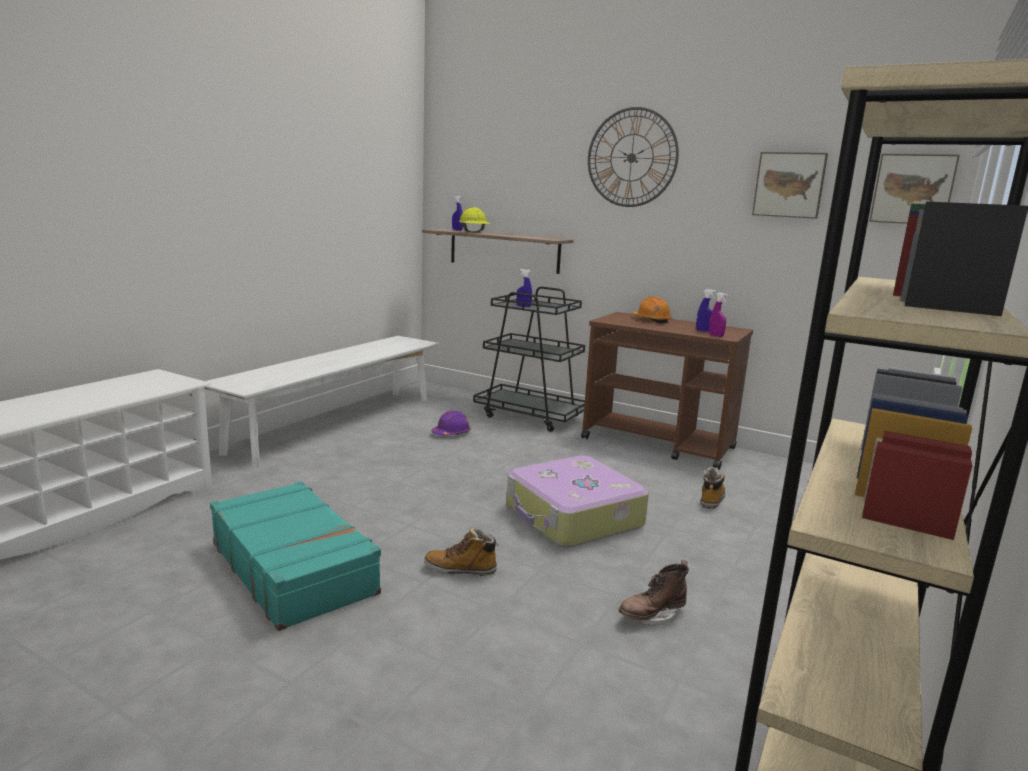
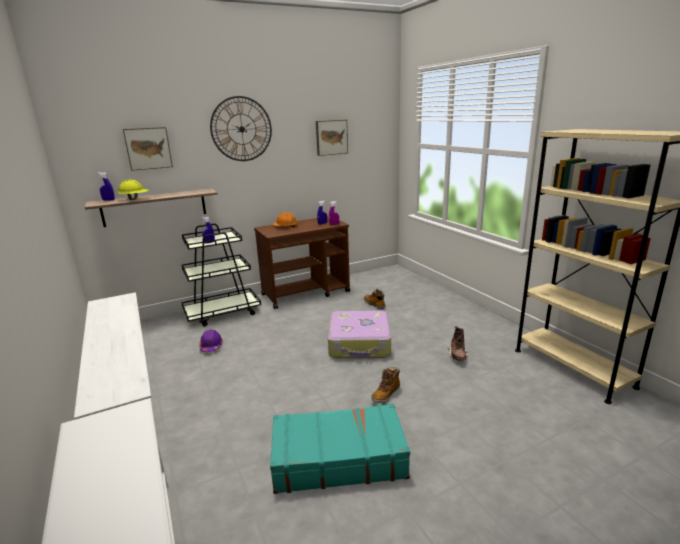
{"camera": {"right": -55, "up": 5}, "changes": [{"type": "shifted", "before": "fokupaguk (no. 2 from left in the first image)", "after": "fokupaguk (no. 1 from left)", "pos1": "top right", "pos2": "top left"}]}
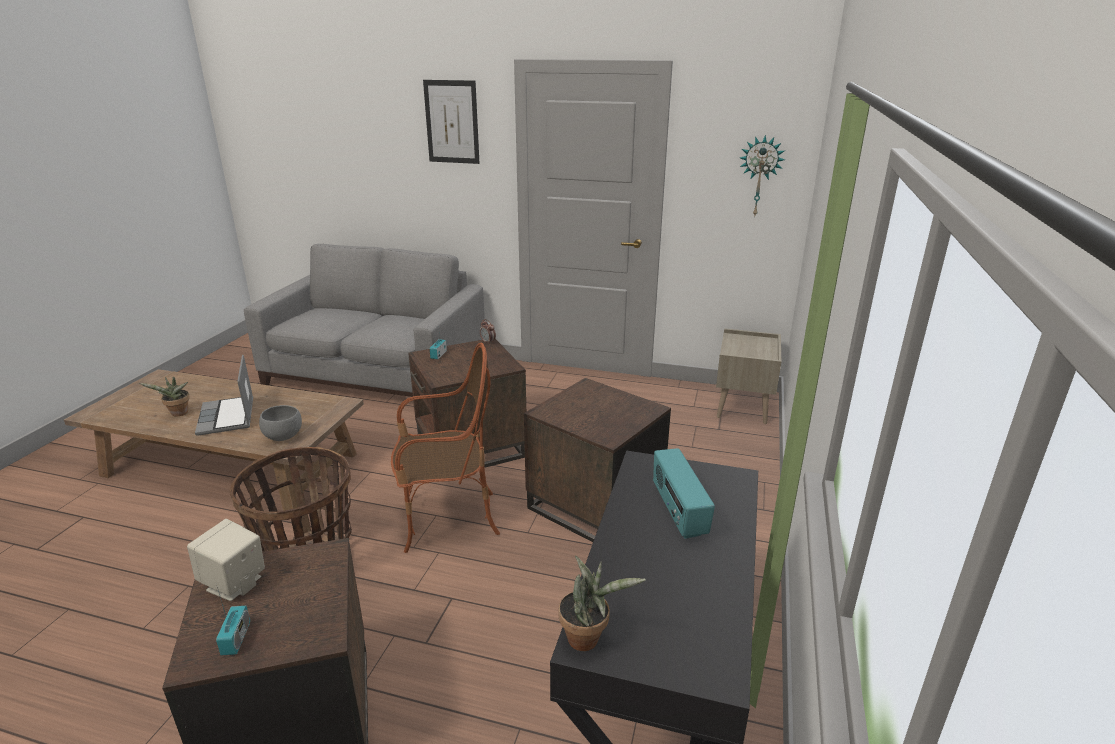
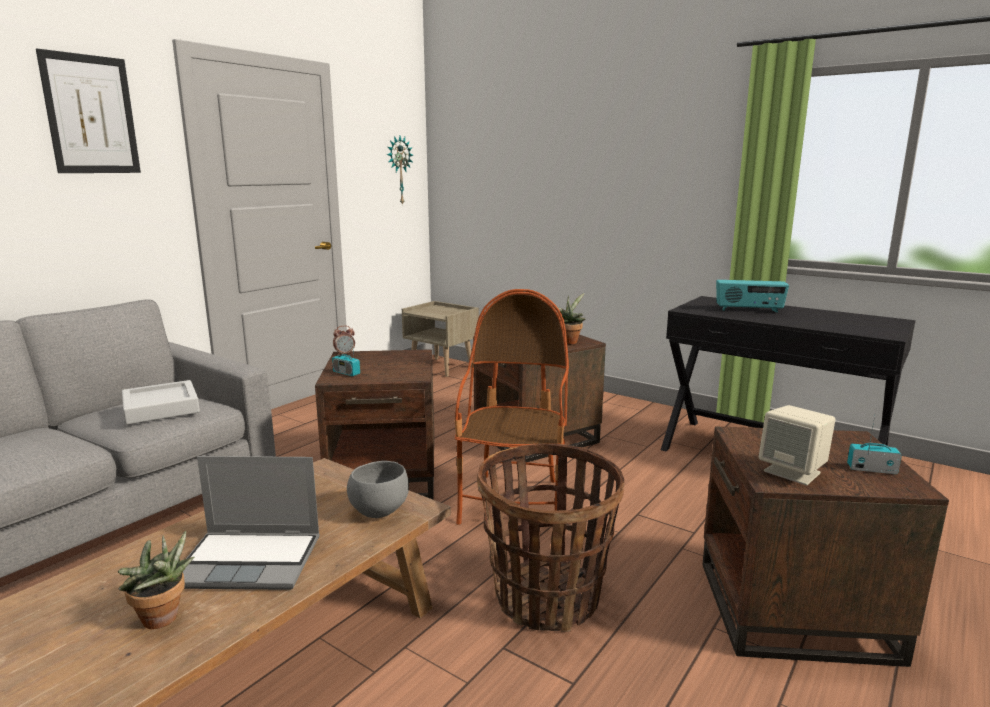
{"camera": {"right": -70, "up": -10}, "changes": [{"type": "shifted", "before": "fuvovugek (no. 2 from left)", "pos1": "bottom centre", "pos2": "centre"}, {"type": "new", "after": "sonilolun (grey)", "pos2": "middle left"}]}
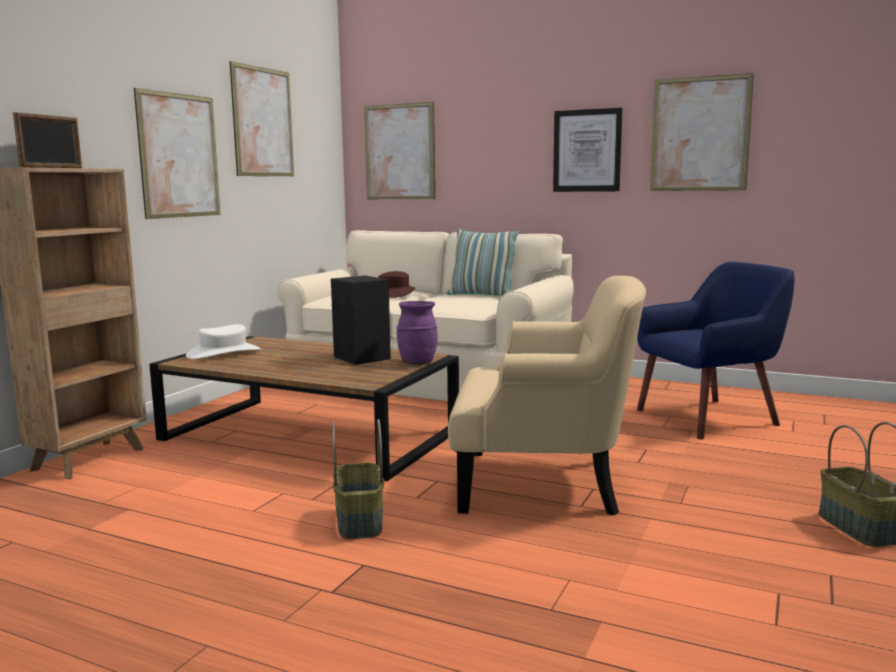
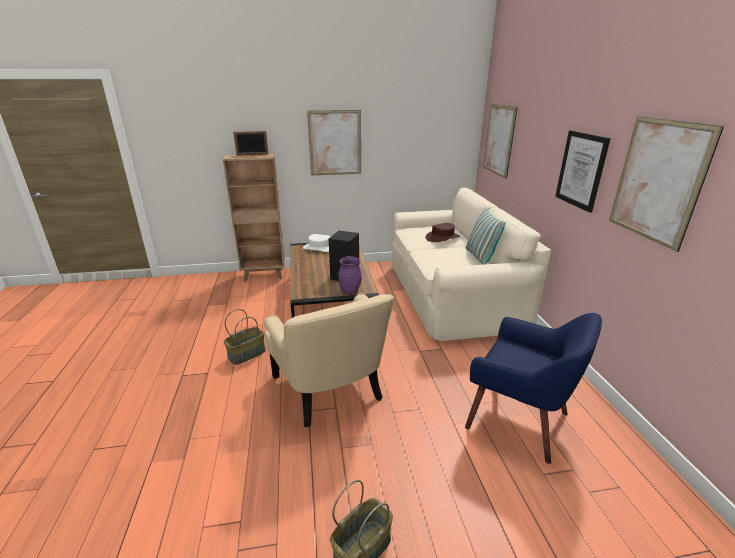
{"camera": {"right": 55, "up": 15}, "changes": [{"type": "gone", "before": "fokupaguk (no. 2 from left)", "pos1": "top left"}]}
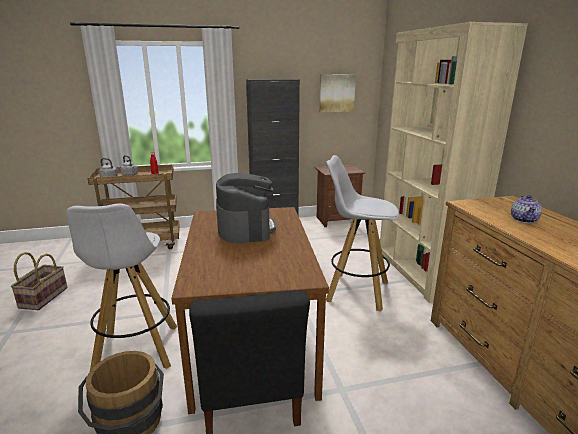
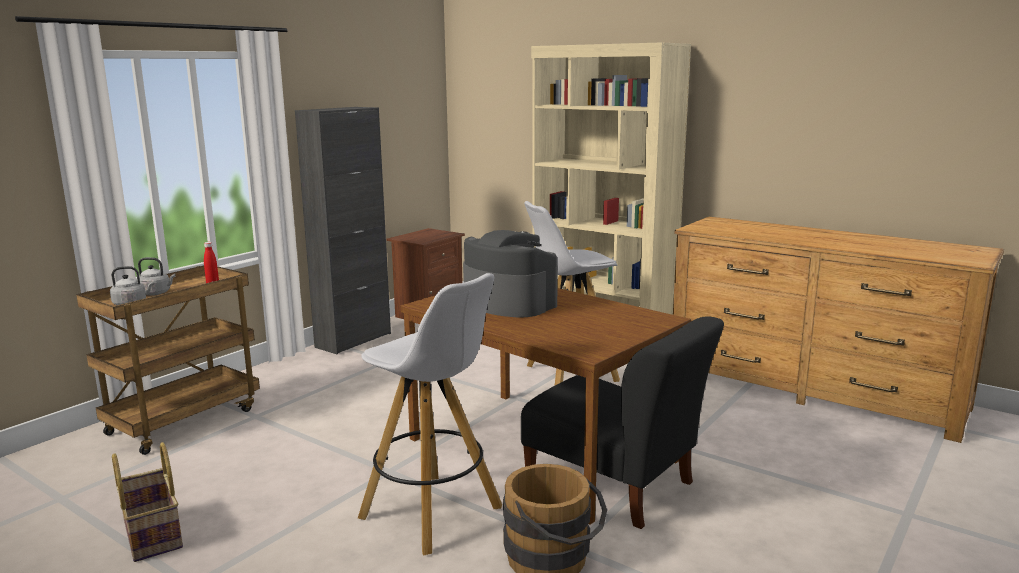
{"camera": {"right": -40, "up": -5}, "changes": [{"type": "gone", "before": "fokupaguk", "pos1": "top centre"}, {"type": "gone", "before": "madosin", "pos1": "middle right"}]}
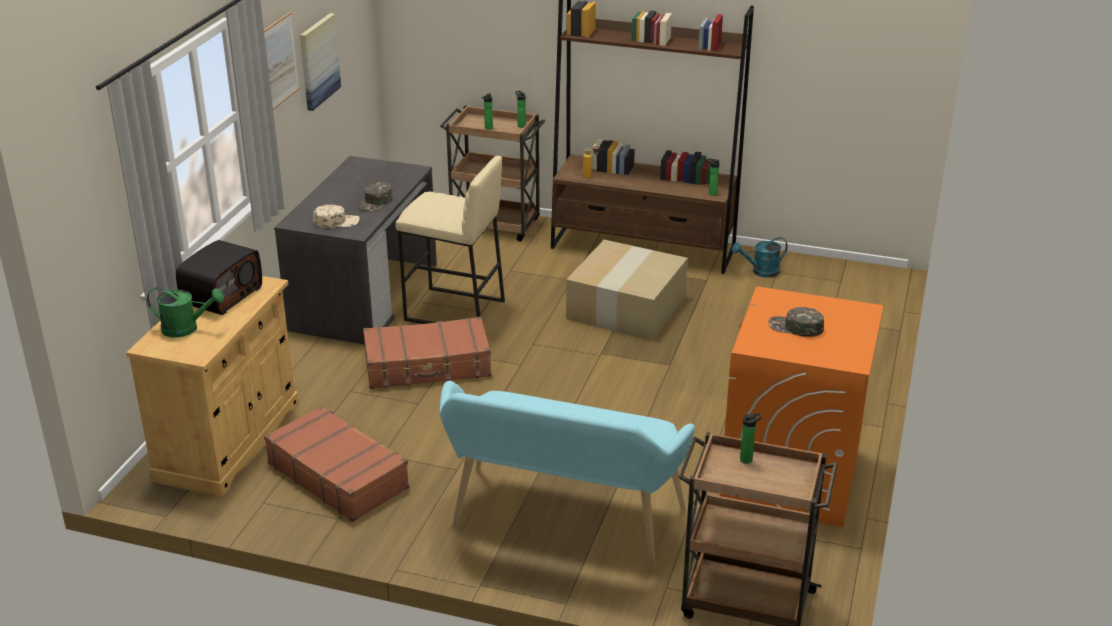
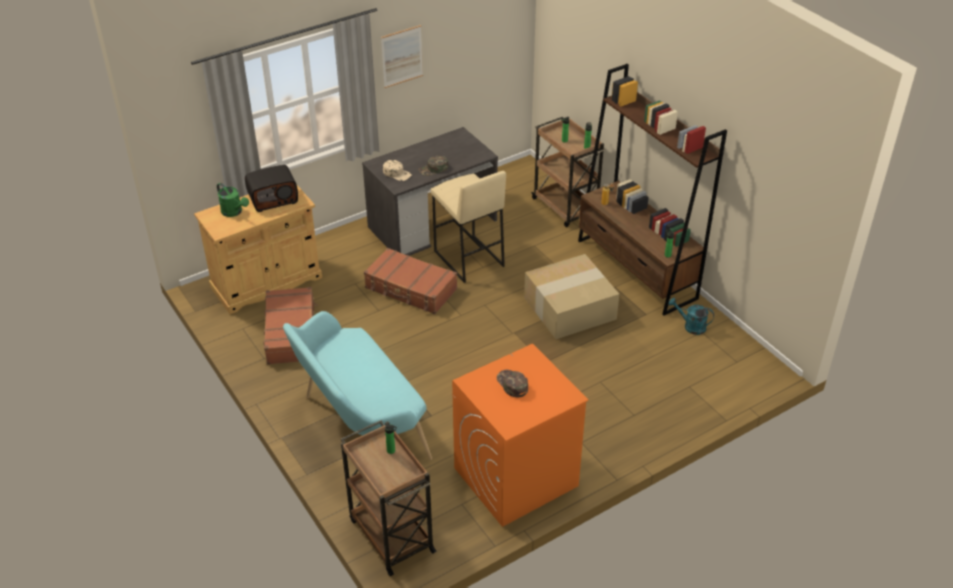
{"camera": {"right": 40, "up": 10}, "changes": [{"type": "gone", "before": "fokupaguk (no. 2 from left)", "pos1": "top left"}]}
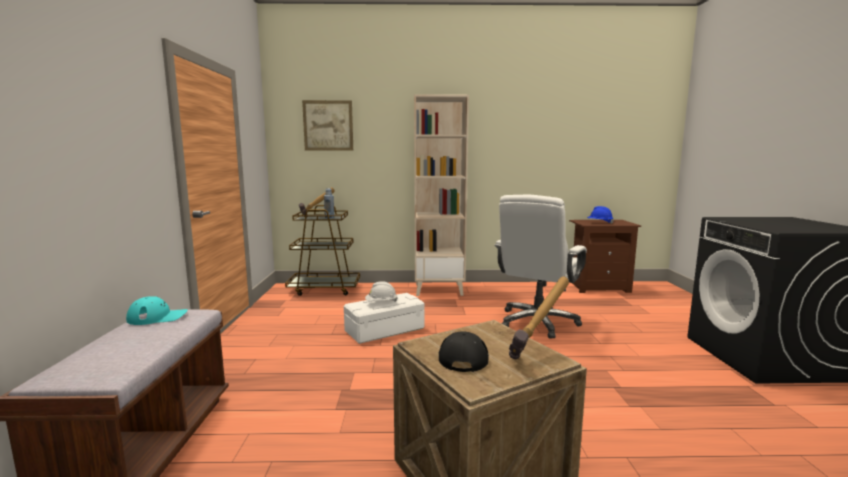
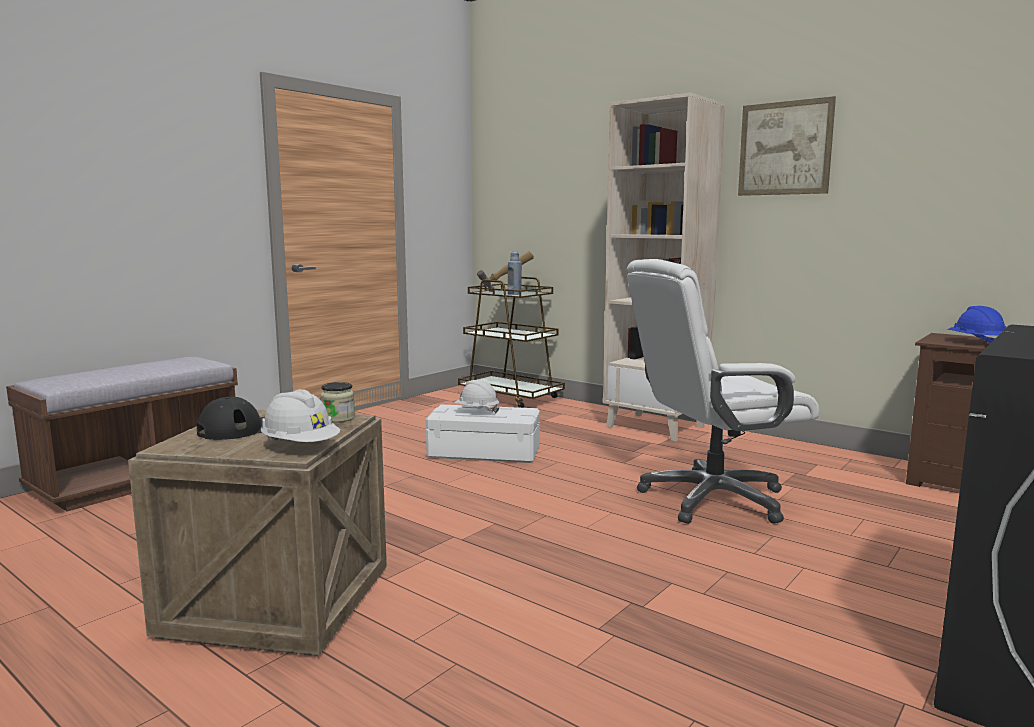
{"camera": {"right": 40, "up": 0}, "changes": [{"type": "shifted", "before": "fokupaguk", "pos1": "top centre", "pos2": "top right"}, {"type": "swapped", "before": "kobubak (no. 2 from left)", "after": "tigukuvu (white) (no. 1 from left)", "pos1": "bottom centre", "pos2": "middle left"}, {"type": "gone", "before": "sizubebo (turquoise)", "pos1": "middle left"}, {"type": "new", "after": "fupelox", "pos2": "middle left"}]}
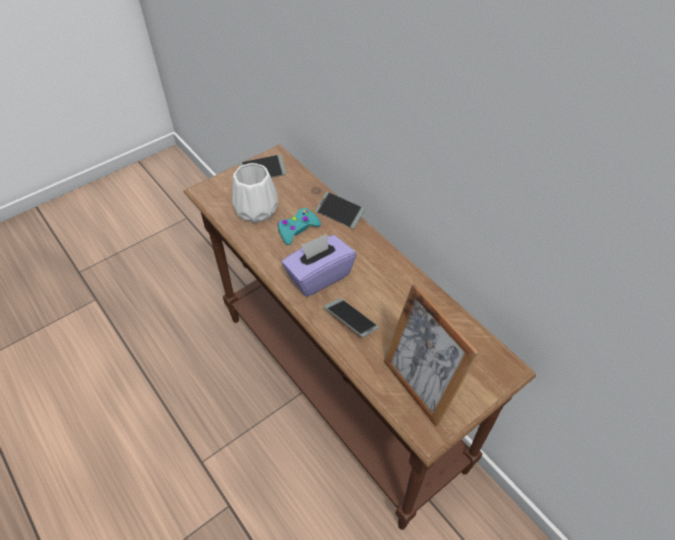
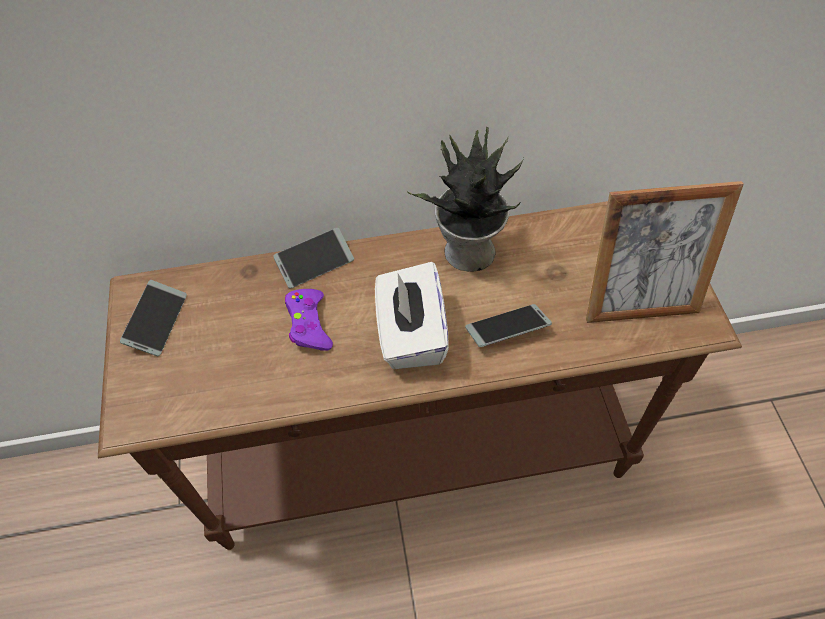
{"camera": {"right": -60, "up": 5}, "changes": [{"type": "gone", "before": "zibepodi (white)", "pos1": "centre"}, {"type": "repainted", "before": "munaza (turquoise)", "after": "munaza (purple)", "pos1": "centre", "pos2": "centre"}, {"type": "repainted", "before": "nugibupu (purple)", "after": "nugibupu (white)", "pos1": "centre", "pos2": "centre"}, {"type": "new", "after": "fuvovugek", "pos2": "top centre"}]}
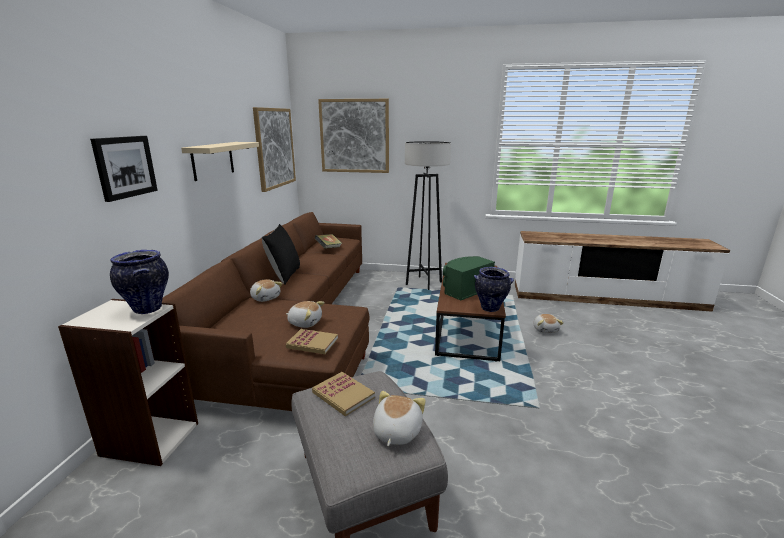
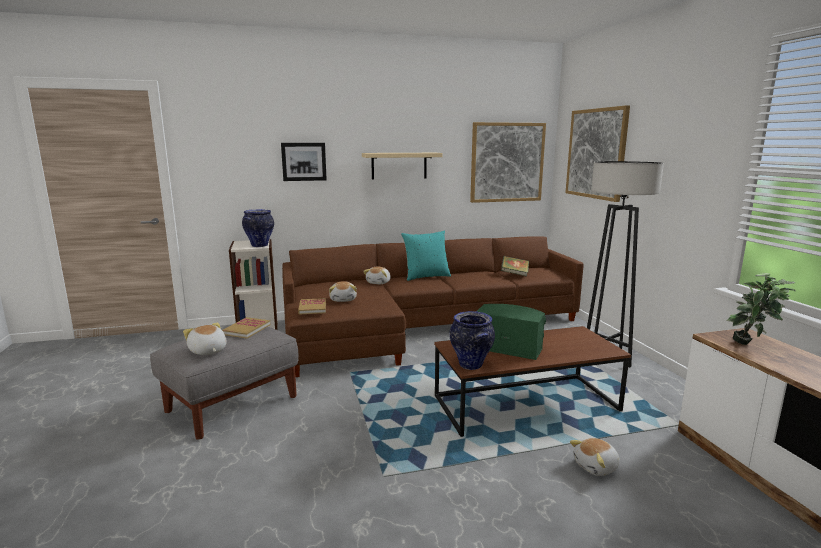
{"camera": {"right": 65, "up": -5}, "changes": [{"type": "repainted", "before": "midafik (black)", "after": "midafik (turquoise)", "pos1": "centre", "pos2": "centre"}, {"type": "rotated", "before": "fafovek (no. 3 from left in the first image)", "pos1": "bottom centre", "pos2": "middle left", "turn": -120}, {"type": "new", "after": "fuvovugek", "pos2": "middle right"}]}
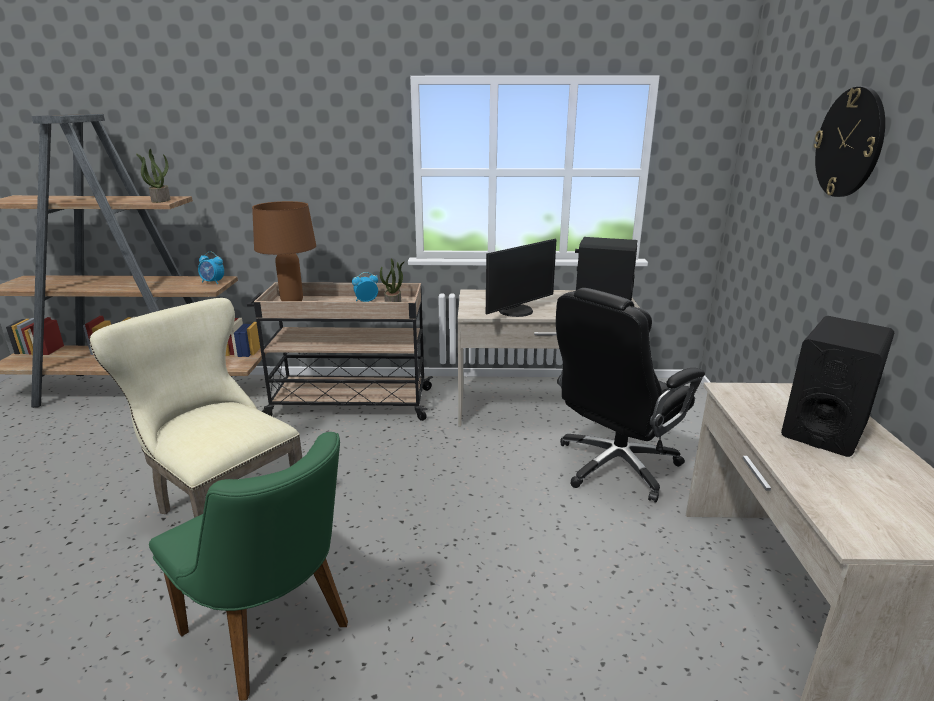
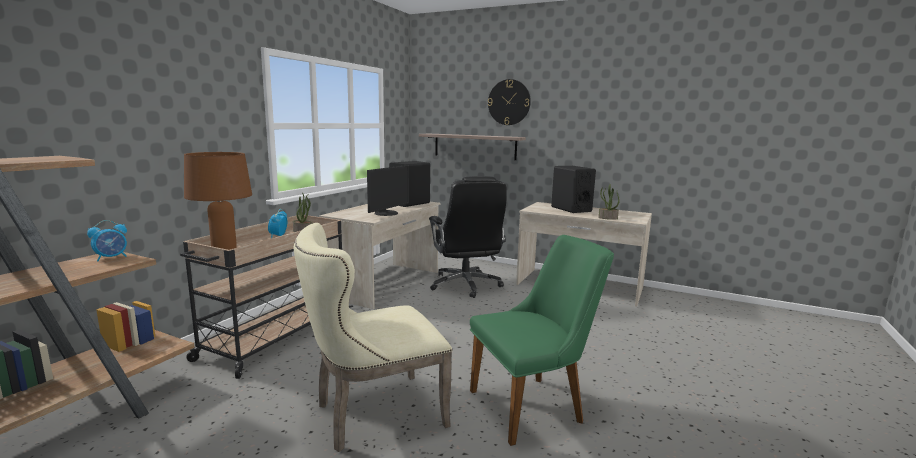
{"camera": {"right": -65, "up": -10}, "changes": [{"type": "shifted", "before": "fuvovugek (no. 1 from left in the first image)", "after": "fuvovugek (no. 2 from left)", "pos1": "top left", "pos2": "centre"}, {"type": "rotated", "before": "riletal", "pos1": "centre", "pos2": "centre", "turn": 45}, {"type": "new", "after": "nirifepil", "pos2": "top centre"}]}
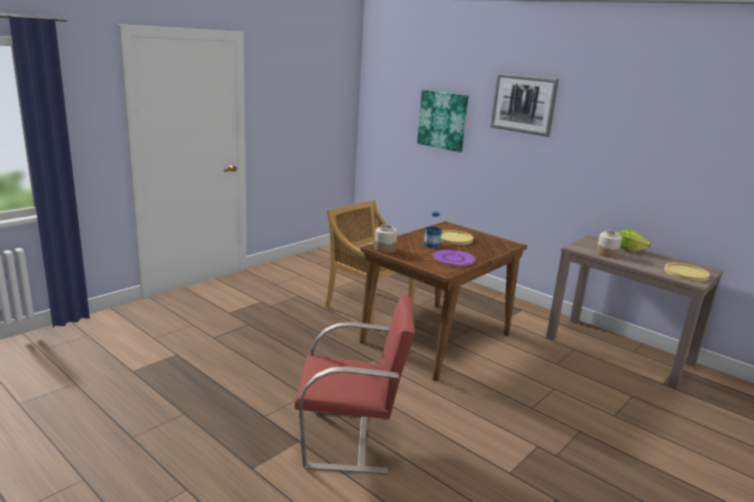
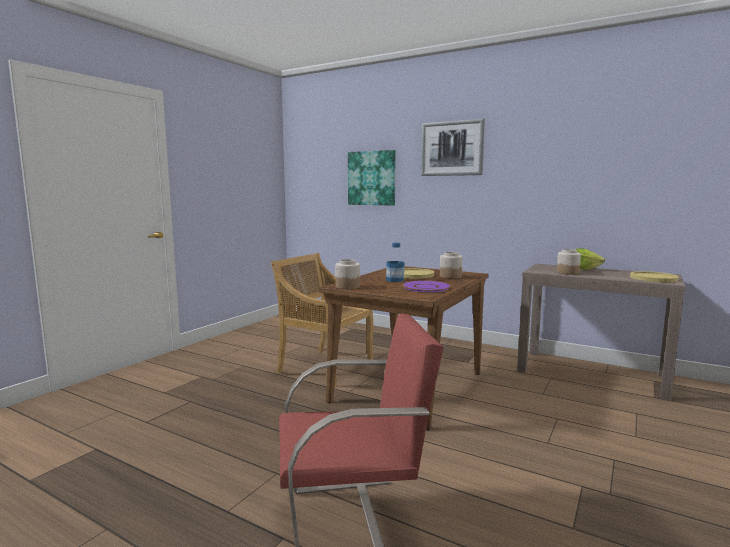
{"camera": {"right": -10, "up": -10}, "changes": [{"type": "new", "after": "fupelox (no. 2 from left)", "pos2": "centre"}]}
